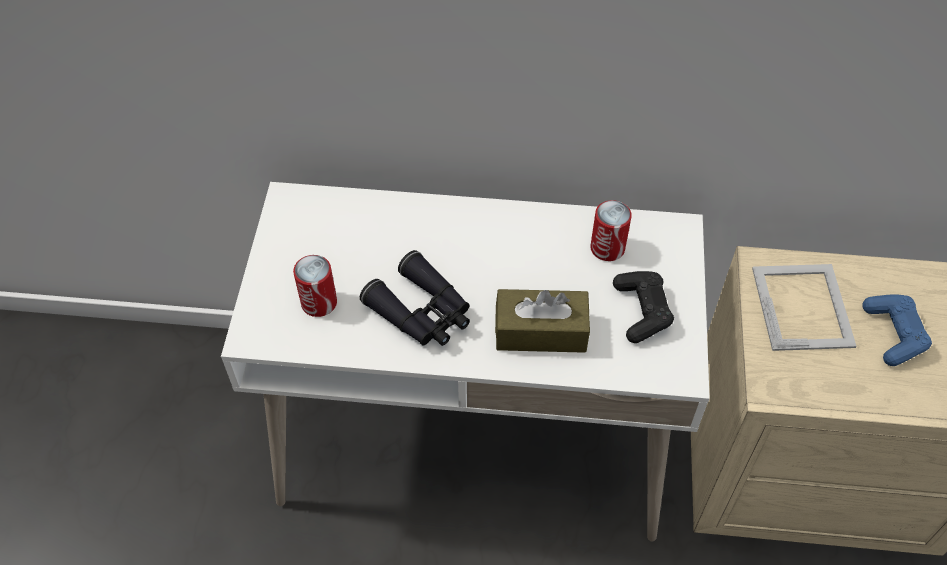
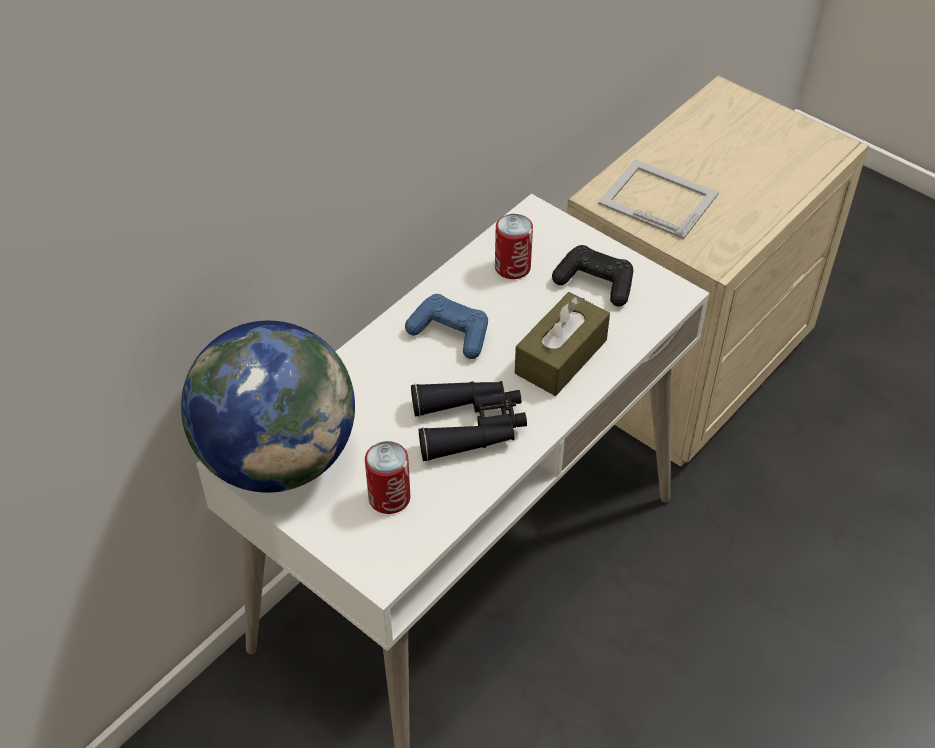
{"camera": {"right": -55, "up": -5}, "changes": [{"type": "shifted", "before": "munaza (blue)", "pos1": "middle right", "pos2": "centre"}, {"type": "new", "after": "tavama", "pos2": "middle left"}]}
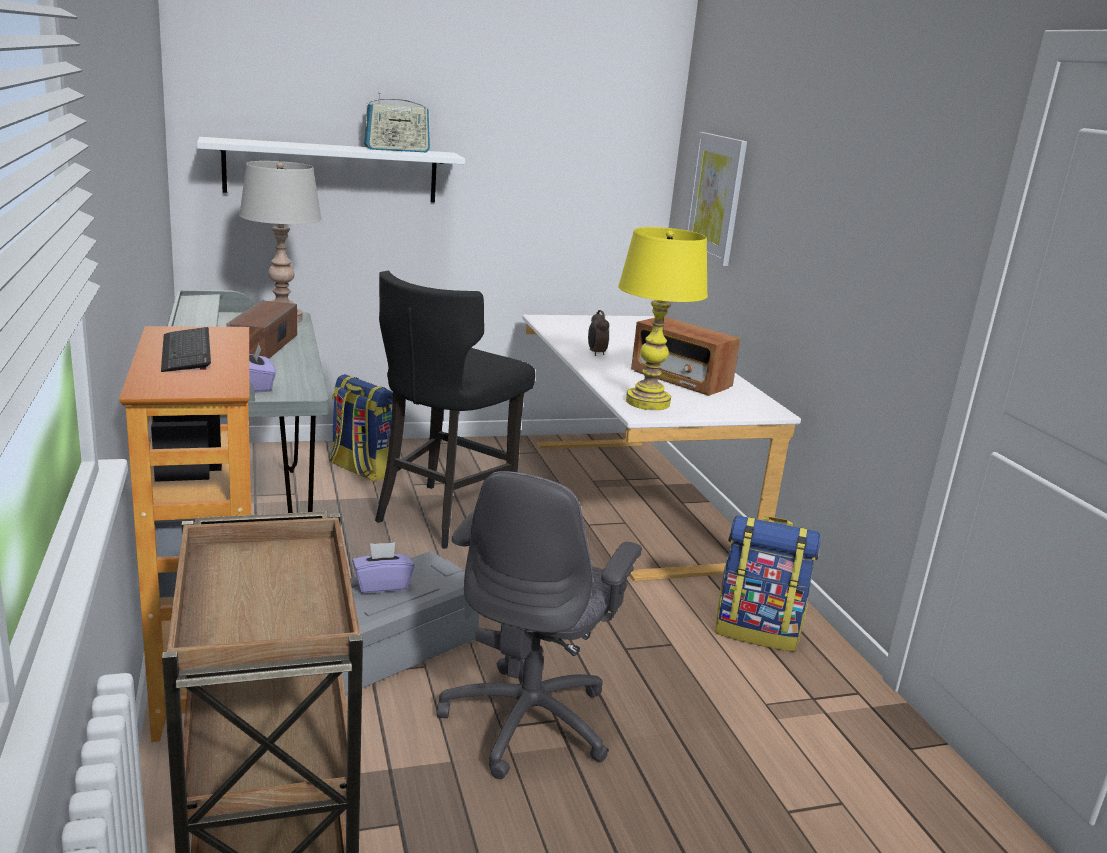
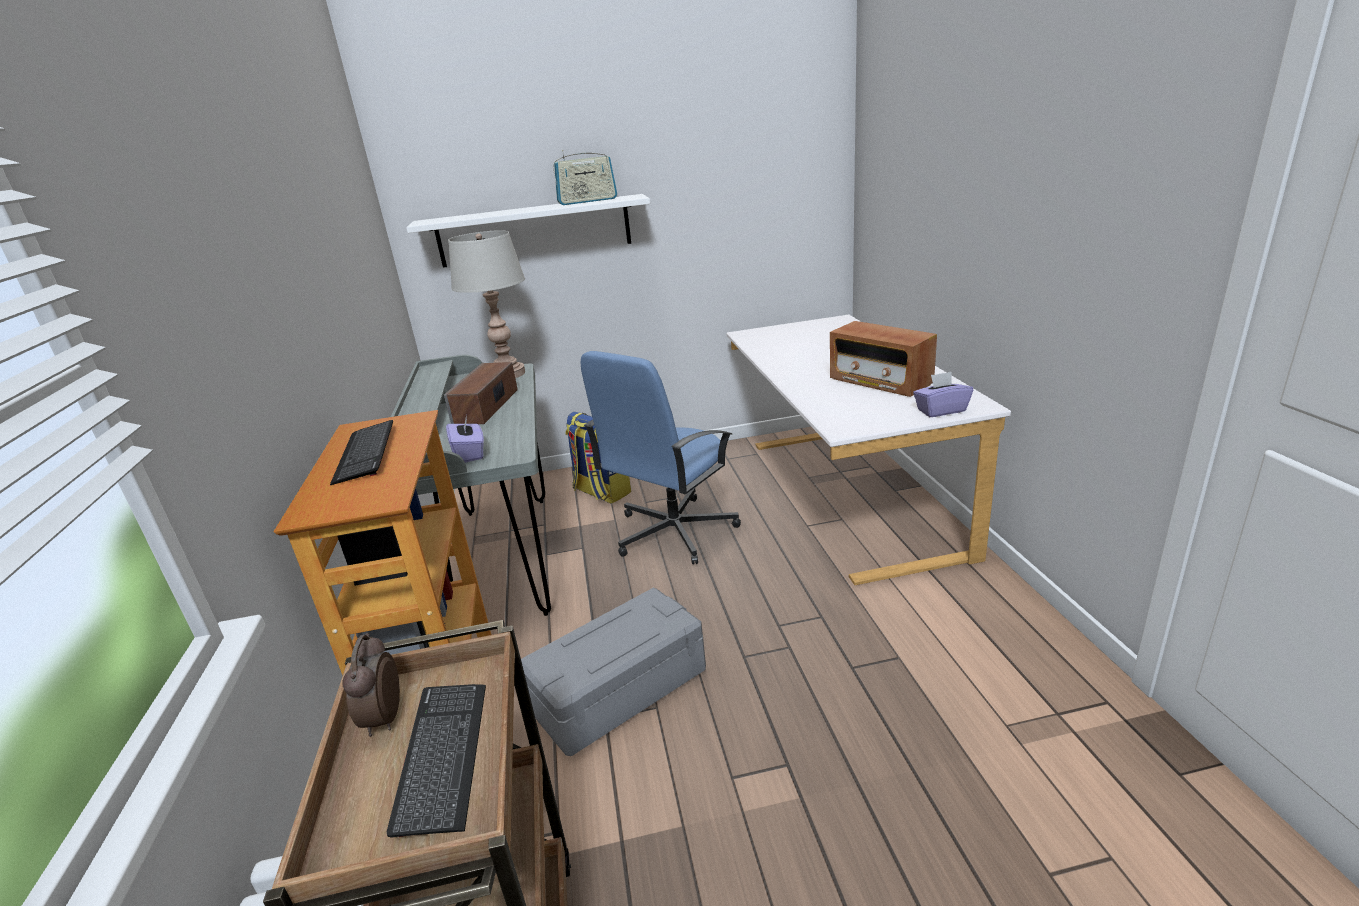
{"camera": {"right": 10, "up": 5}, "changes": [{"type": "gone", "before": "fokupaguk", "pos1": "top centre"}, {"type": "gone", "before": "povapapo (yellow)", "pos1": "centre"}, {"type": "swapped", "before": "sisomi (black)", "after": "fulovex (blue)", "pos1": "centre", "pos2": "centre"}, {"type": "shifted", "before": "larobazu", "pos1": "centre", "pos2": "bottom left"}, {"type": "gone", "before": "fulovex (grey)", "pos1": "bottom centre"}, {"type": "gone", "before": "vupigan (no. 2 from left)", "pos1": "bottom right"}, {"type": "shifted", "before": "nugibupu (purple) (no. 2 from left)", "pos1": "centre", "pos2": "middle right"}, {"type": "new", "after": "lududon (no. 2 from left)", "pos2": "bottom left"}]}
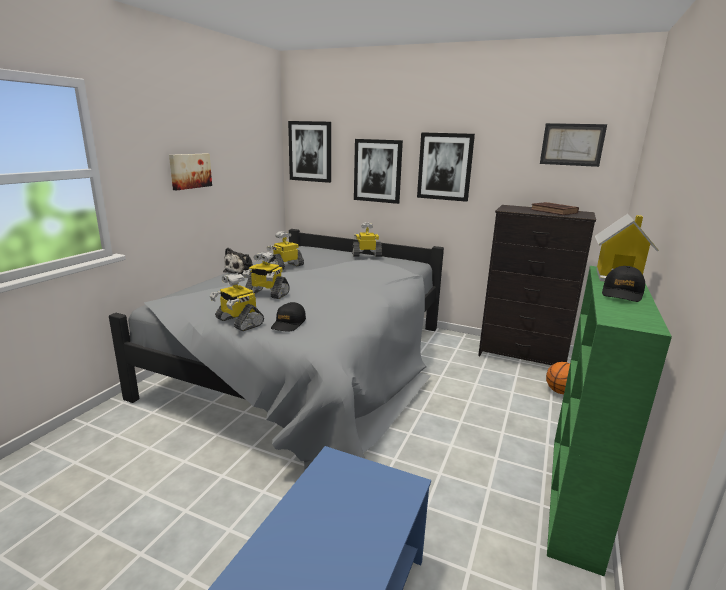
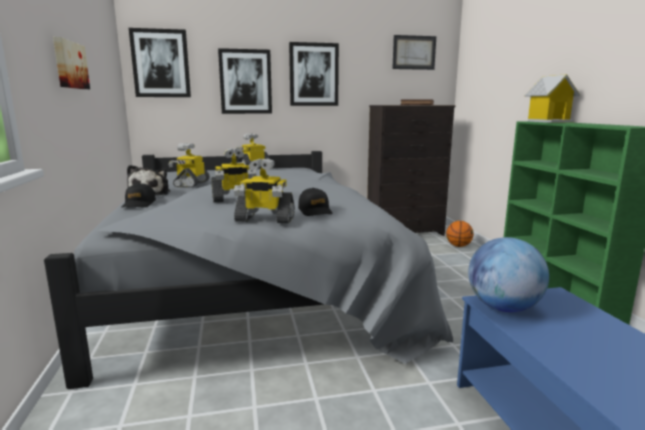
{"camera": {"right": -35, "up": -5}, "changes": [{"type": "shifted", "before": "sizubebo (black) (no. 2 from left in the first image)", "after": "sizubebo (black) (no. 1 from left)", "pos1": "middle right", "pos2": "middle left"}, {"type": "new", "after": "tavama", "pos2": "middle right"}]}
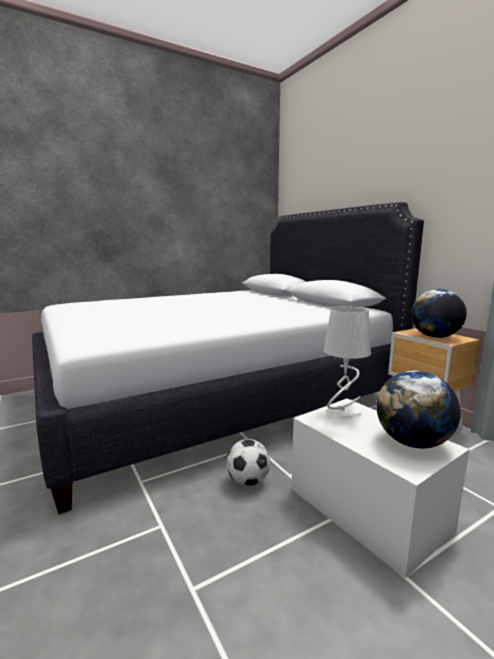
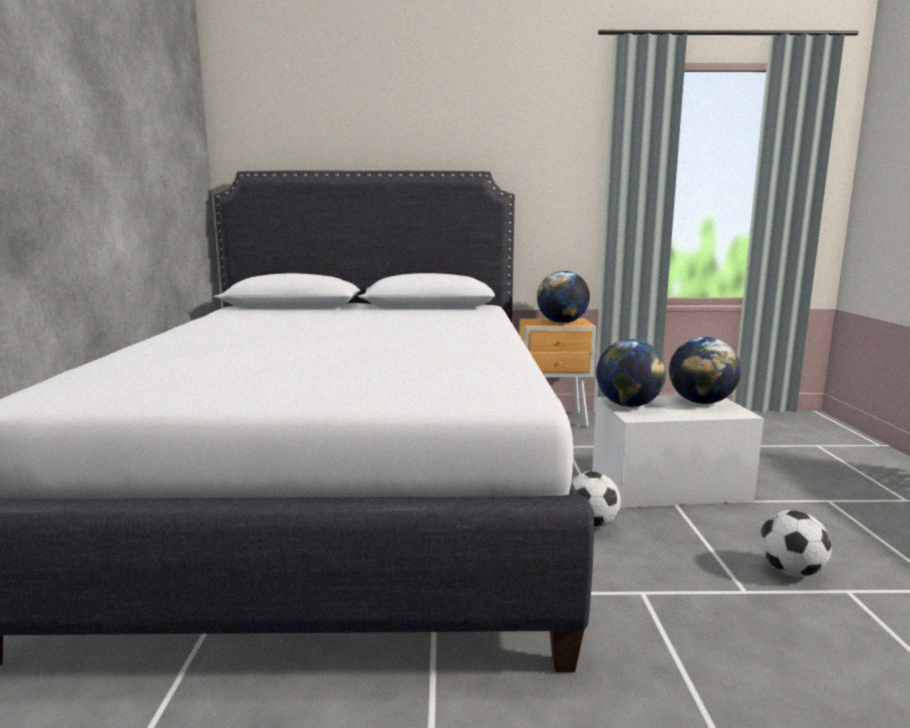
{"camera": {"right": -60, "up": 0}, "changes": [{"type": "swapped", "before": "povapapo (grey)", "after": "tavama (no. 2 from left)", "pos1": "middle right", "pos2": "middle right"}, {"type": "new", "after": "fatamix (no. 2 from left)", "pos2": "bottom right"}]}
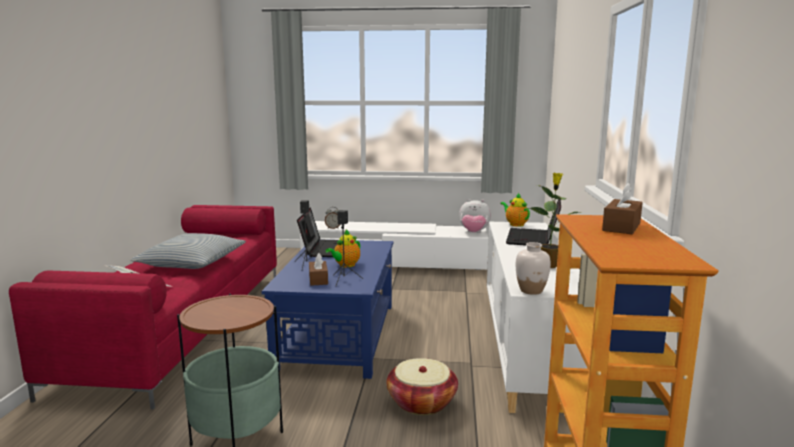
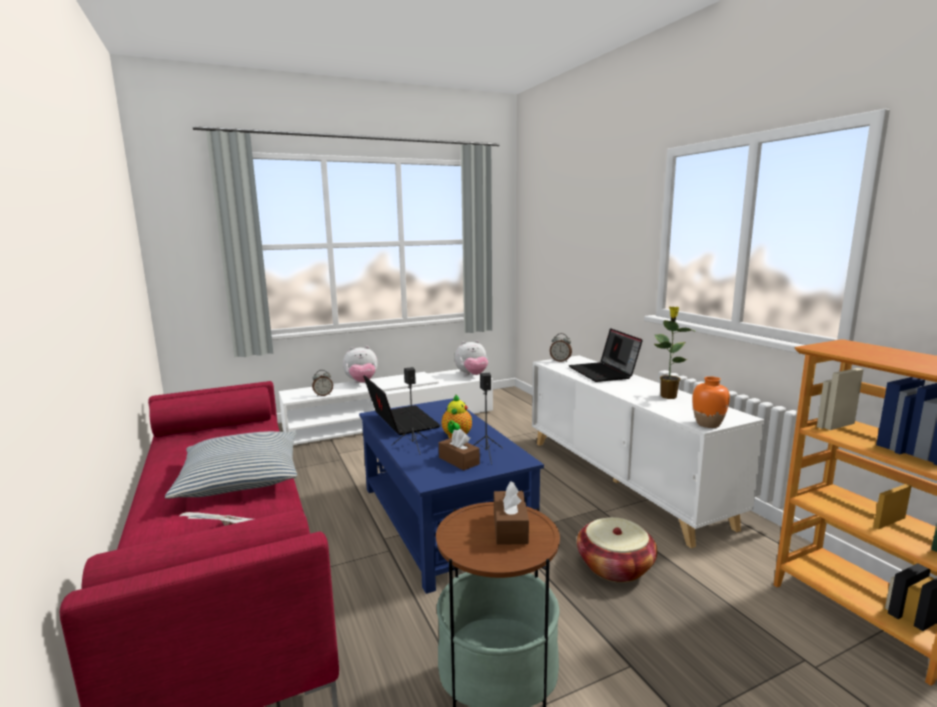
{"camera": {"right": -30, "up": 0}, "changes": [{"type": "shifted", "before": "nugibupu (brown) (no. 2 from left)", "pos1": "middle right", "pos2": "bottom centre"}, {"type": "swapped", "before": "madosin (no. 2 from left)", "after": "larobazu (no. 2 from left)", "pos1": "centre", "pos2": "centre"}, {"type": "repainted", "before": "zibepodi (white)", "after": "zibepodi (orange)", "pos1": "middle right", "pos2": "middle right"}, {"type": "new", "after": "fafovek (no. 1 from left)", "pos2": "centre"}]}
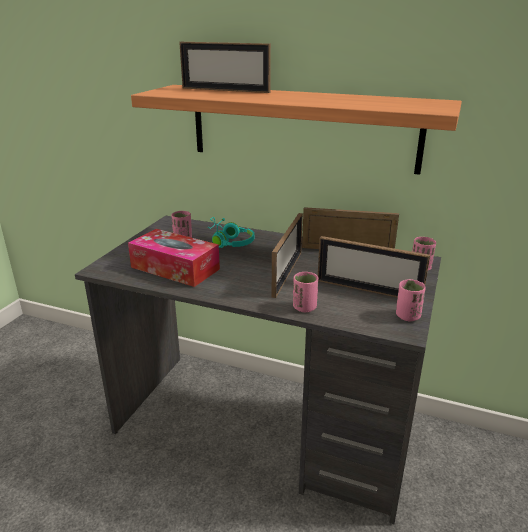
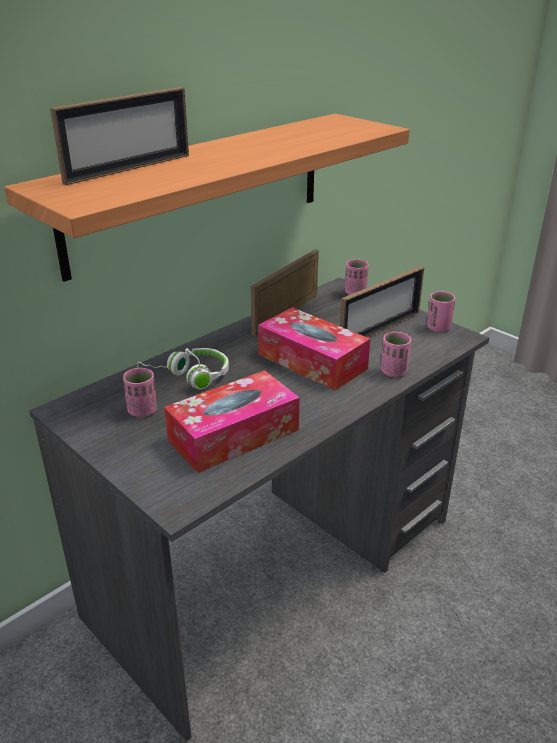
{"camera": {"right": -65, "up": 5}, "changes": [{"type": "swapped", "before": "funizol (no. 2 from left)", "after": "nugibupu (no. 2 from left)", "pos1": "centre", "pos2": "centre"}, {"type": "repainted", "before": "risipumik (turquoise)", "after": "risipumik (white)", "pos1": "centre", "pos2": "middle left"}]}
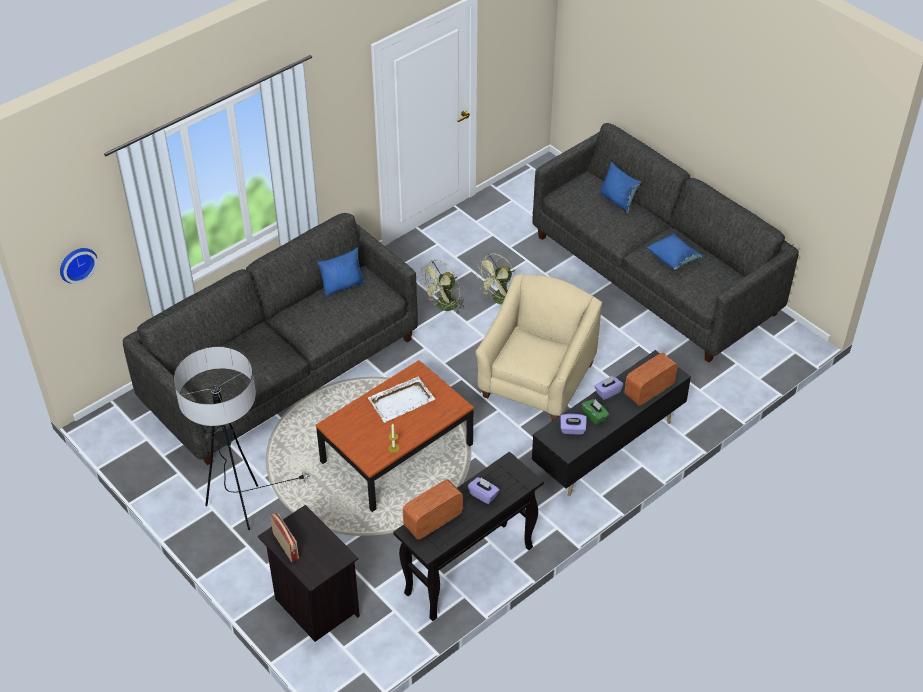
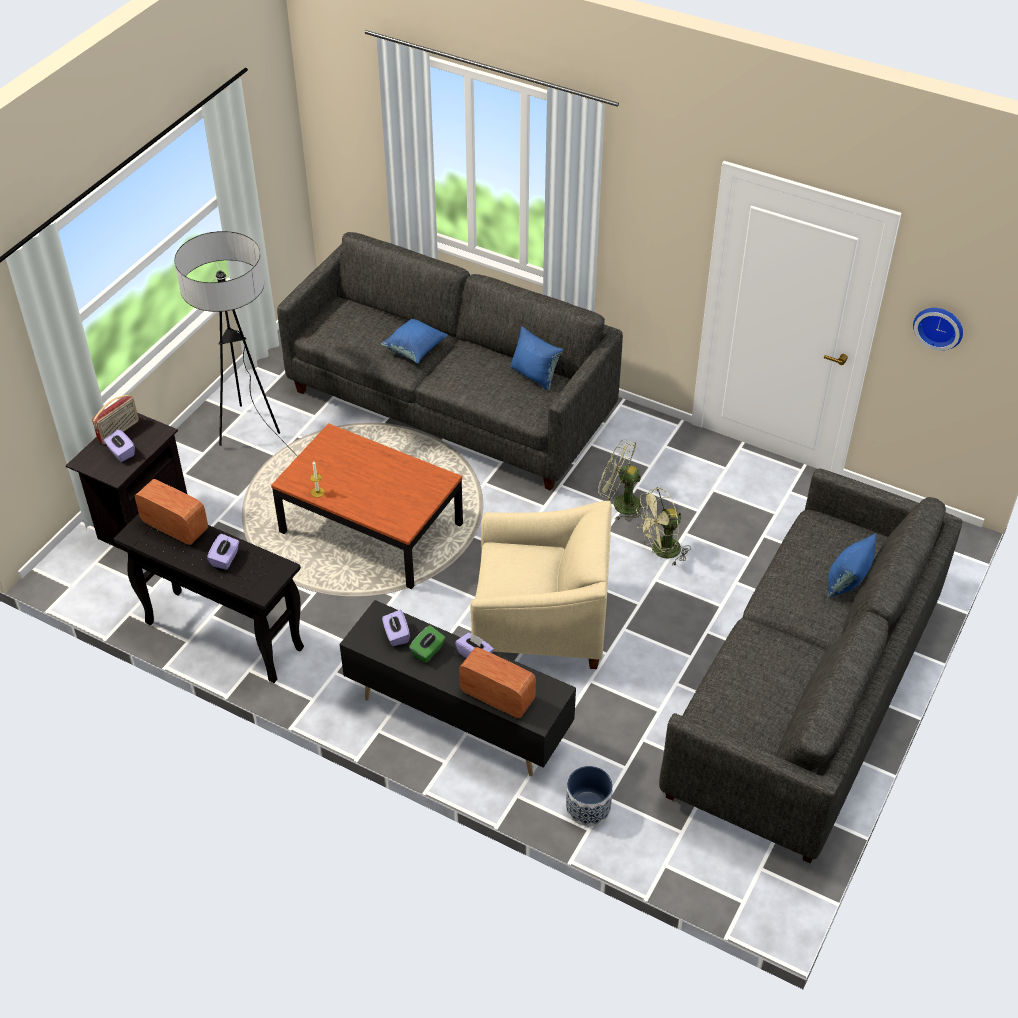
{"camera": {"right": 70, "up": 0}, "changes": [{"type": "shifted", "before": "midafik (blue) (no. 3 from left in the first image)", "after": "midafik (blue) (no. 1 from left)", "pos1": "middle right", "pos2": "centre"}, {"type": "shifted", "before": "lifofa", "pos1": "middle left", "pos2": "top right"}, {"type": "rotated", "before": "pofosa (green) (no. 2 from left)", "pos1": "centre", "pos2": "centre", "turn": -45}, {"type": "gone", "before": "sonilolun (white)", "pos1": "centre"}, {"type": "new", "after": "nugibupu (purple) (no. 1 from left)", "pos2": "middle left"}, {"type": "new", "after": "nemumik", "pos2": "bottom centre"}]}
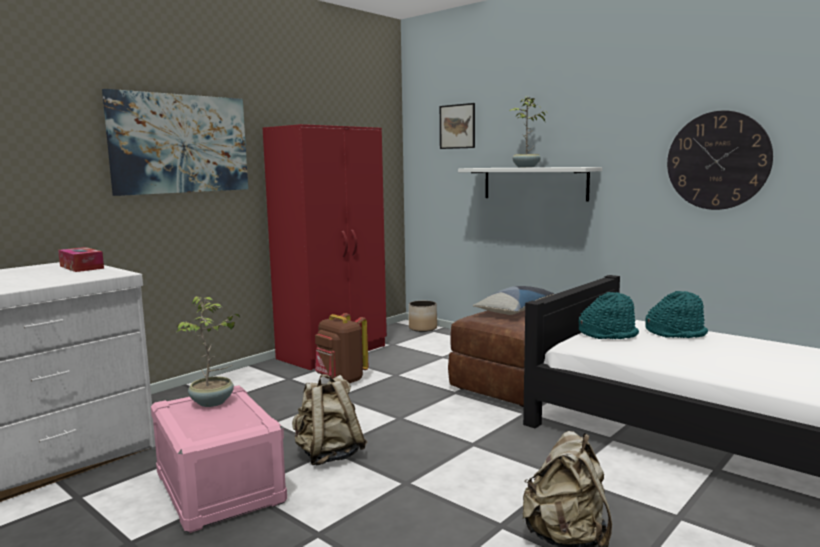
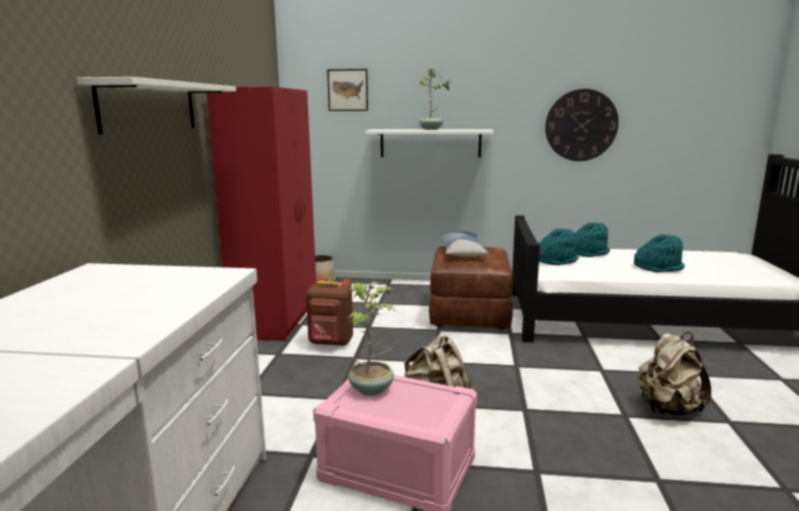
{"camera": {"right": -35, "up": 5}, "changes": [{"type": "swapped", "before": "fokupaguk (no. 1 from left)", "after": "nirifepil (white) (no. 1 from left)", "pos1": "top left", "pos2": "top left"}, {"type": "gone", "before": "nugibupu", "pos1": "middle left"}, {"type": "new", "after": "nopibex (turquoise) (no. 3 from left)", "pos2": "middle right"}]}
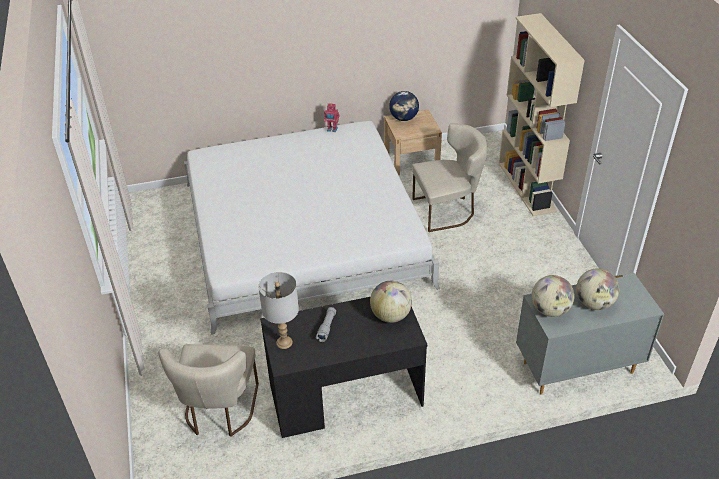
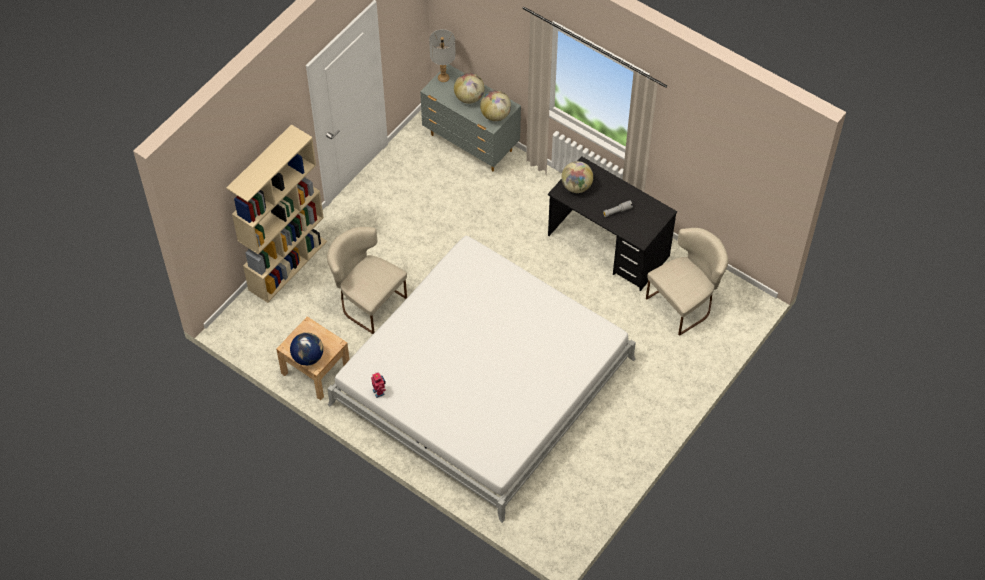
{"camera": {"right": -130, "up": 15}, "changes": [{"type": "shifted", "before": "povapapo (grey)", "pos1": "centre", "pos2": "top centre"}]}
